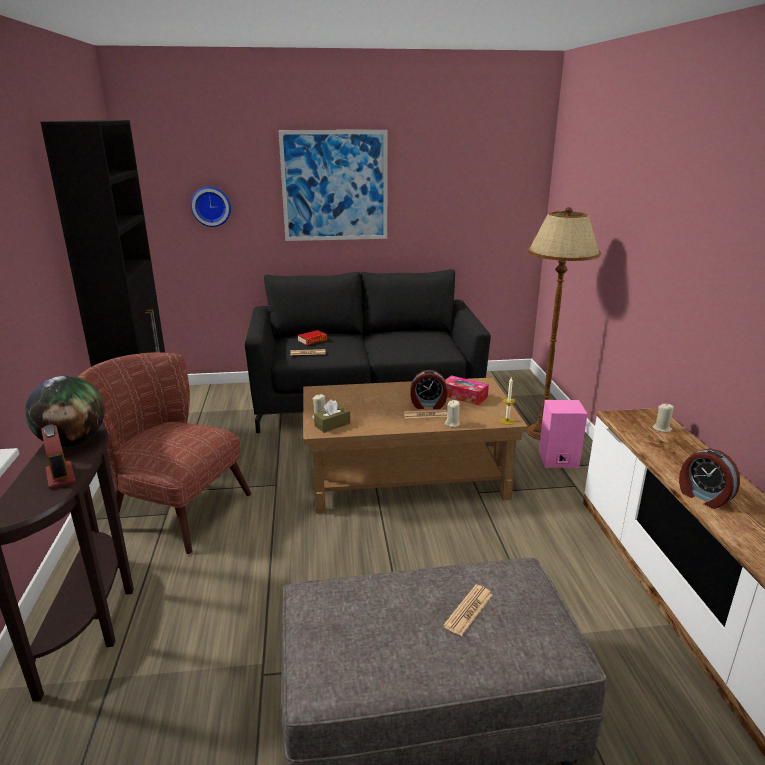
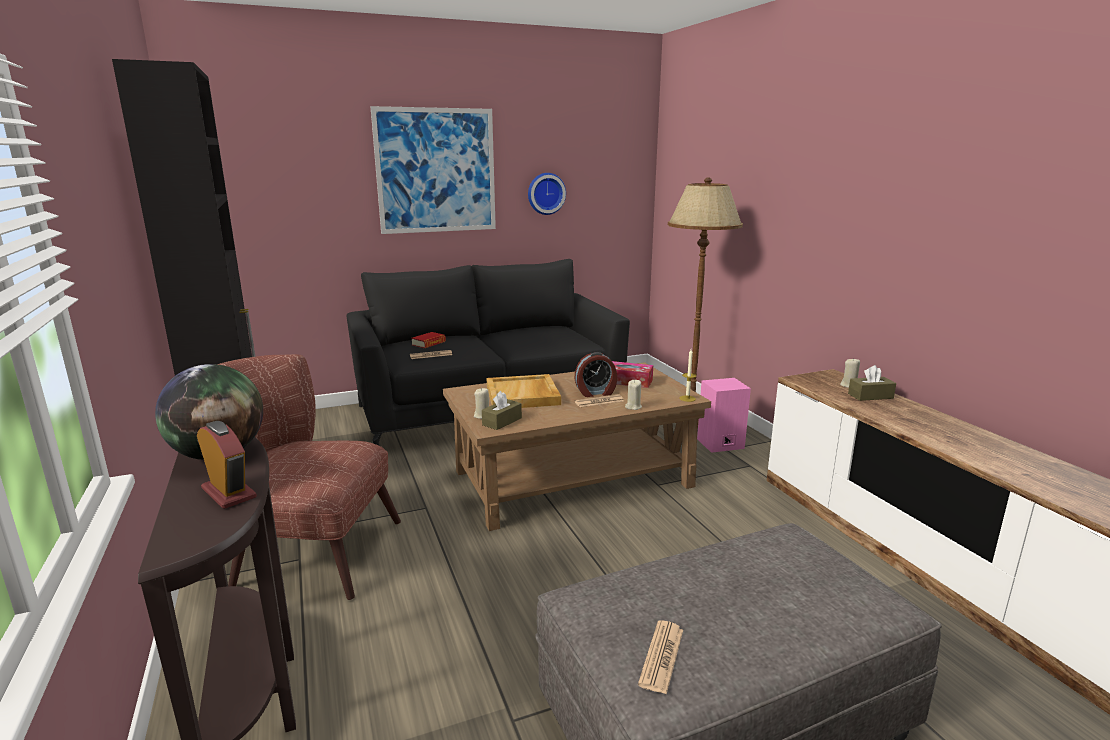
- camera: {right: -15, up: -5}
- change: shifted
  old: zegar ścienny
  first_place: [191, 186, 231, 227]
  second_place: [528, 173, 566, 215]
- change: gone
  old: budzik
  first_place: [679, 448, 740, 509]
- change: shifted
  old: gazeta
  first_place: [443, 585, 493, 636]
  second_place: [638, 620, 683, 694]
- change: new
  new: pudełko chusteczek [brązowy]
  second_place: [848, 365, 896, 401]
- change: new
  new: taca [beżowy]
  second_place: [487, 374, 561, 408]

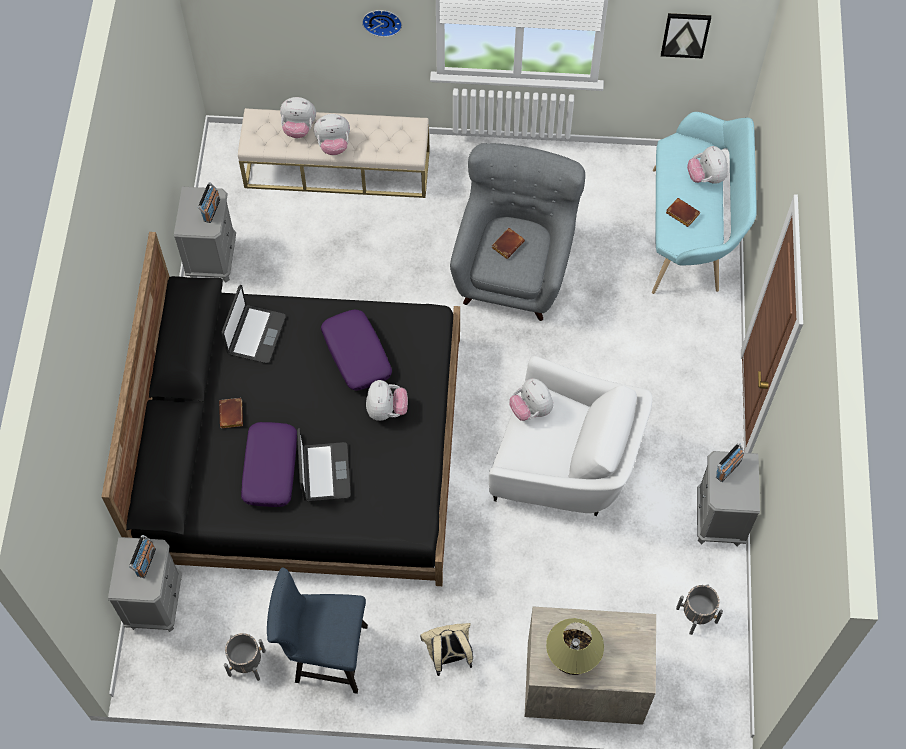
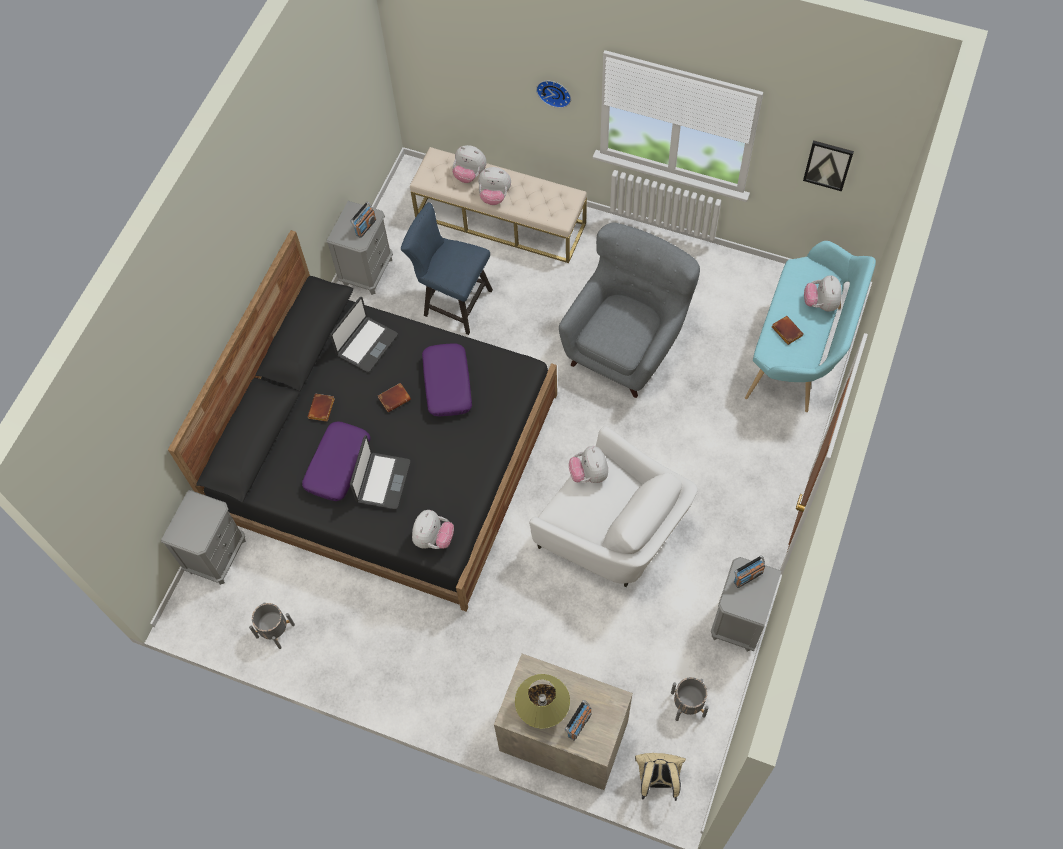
- camera: {right: 20, up: 0}
- change: shifted
  old: książka [brązowy]
  first_place: [491, 228, 525, 259]
  second_place: [378, 383, 411, 413]
- change: shifted
  old: pluszak
  first_place: [366, 380, 408, 421]
  second_place: [412, 510, 454, 549]
- change: shifted
  old: radio
  first_place: [129, 535, 156, 578]
  second_place: [565, 700, 592, 741]
- change: shifted
  old: krzesło [niebieski]
  first_place: [267, 567, 368, 694]
  second_place: [401, 202, 493, 335]
- change: shifted
  old: plecak [beżowy]
  first_place: [420, 623, 473, 676]
  second_place: [635, 753, 686, 801]

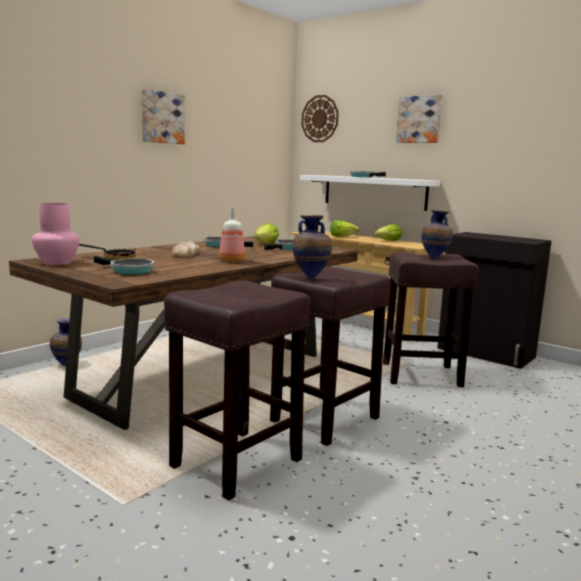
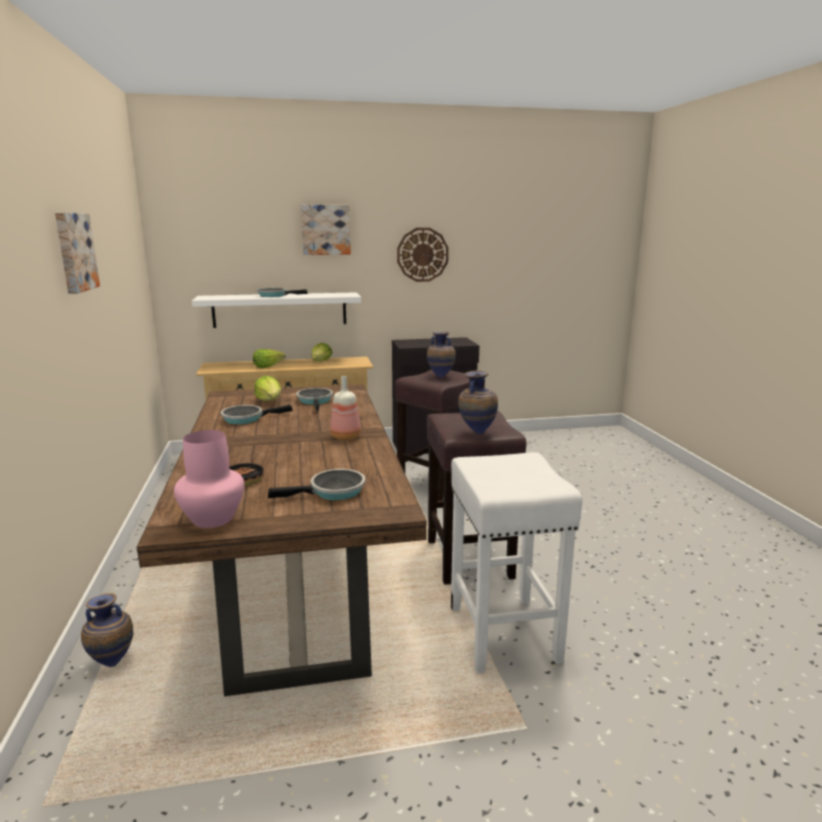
- camera: {right: -50, up: 5}
- change: shifted
  old: zegar ścienny
  first_place: [301, 95, 339, 142]
  second_place: [397, 228, 449, 282]
- change: gone
  old: chleb
  first_place: [171, 241, 200, 258]
- change: repainted
  old: stołek [brązowy]
  new: stołek [biały]
  first_place: [164, 280, 310, 500]
  second_place: [451, 452, 582, 674]

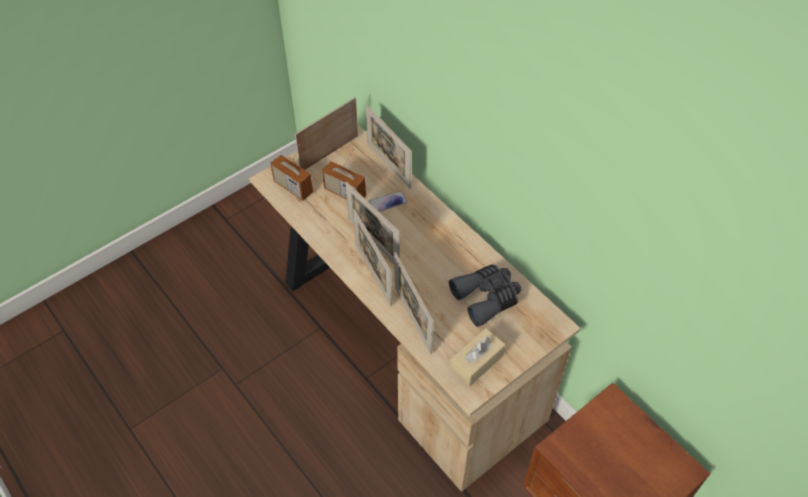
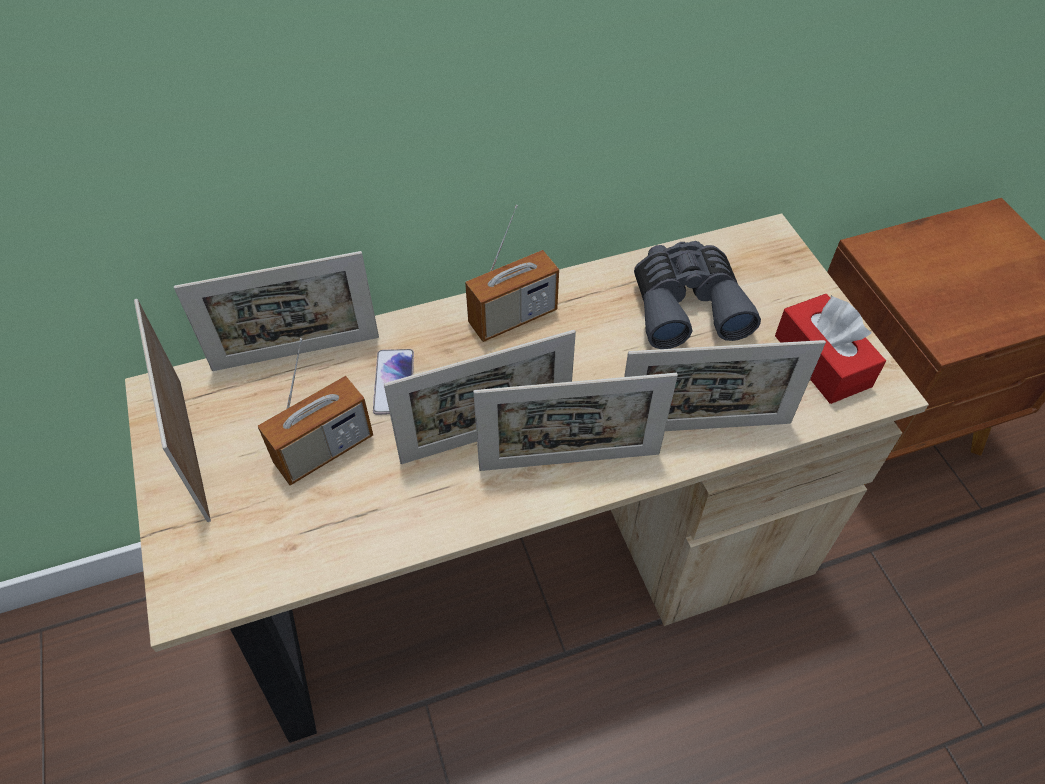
- camera: {right: -70, up: 0}
- change: shifted
  old: radio
  first_place: [271, 144, 313, 201]
  second_place: [465, 205, 559, 342]
- change: repainted
  old: pudełko chusteczek [beżowy]
  new: pudełko chusteczek [czerwony]
  first_place: [450, 328, 506, 386]
  second_place: [775, 294, 886, 404]

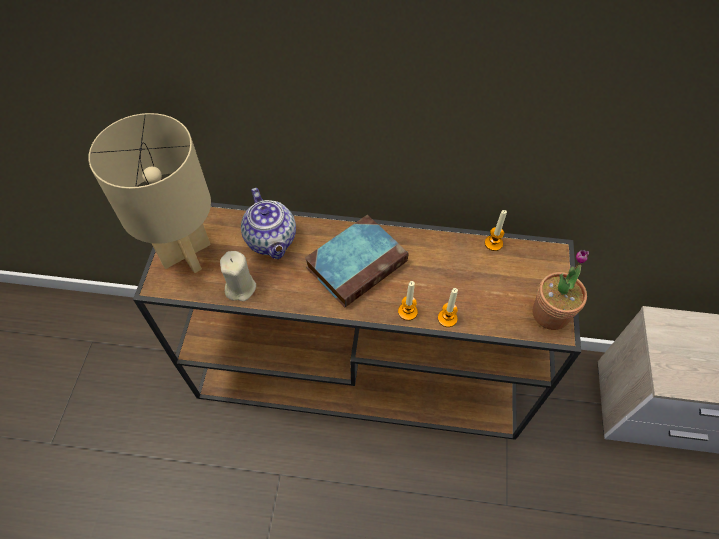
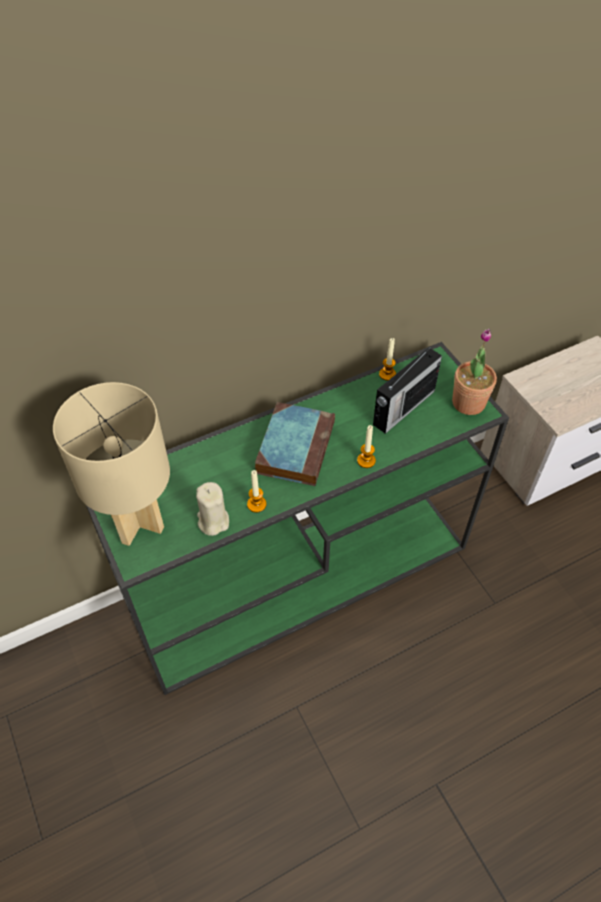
- camera: {right: -35, up: -5}
- change: gone
  old: imbryk
  first_place: [241, 188, 296, 259]
- change: repainted
  old: stolik konsolowy [brązowy]
  new: stolik konsolowy [zielony]
  first_place: [133, 202, 581, 440]
  second_place: [86, 342, 509, 695]
- change: shifted
  old: świeca
  first_place: [438, 288, 458, 327]
  second_place: [247, 470, 266, 513]
- change: new
  new: radio
  second_place: [373, 346, 442, 434]

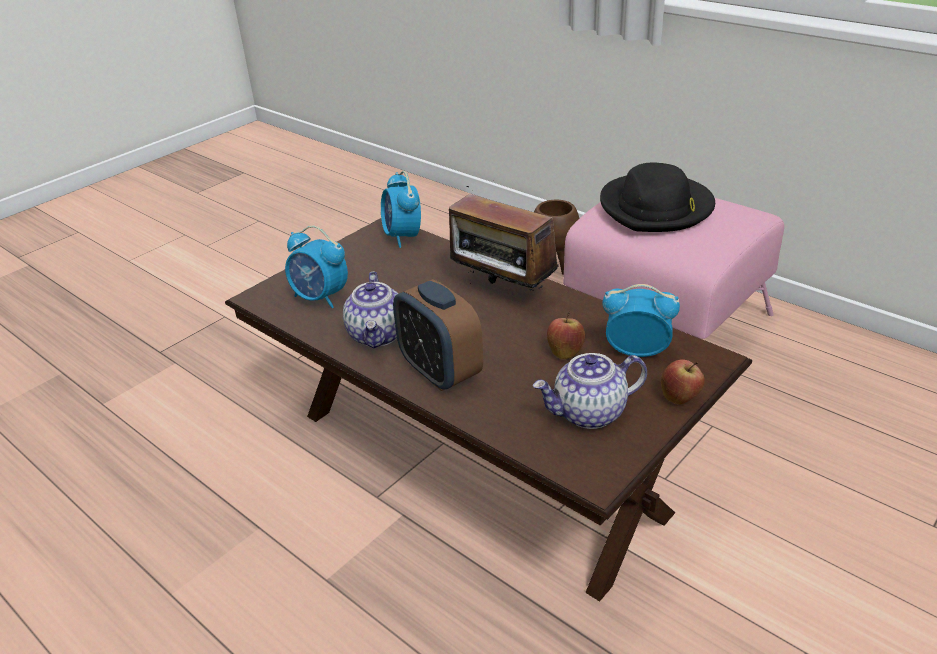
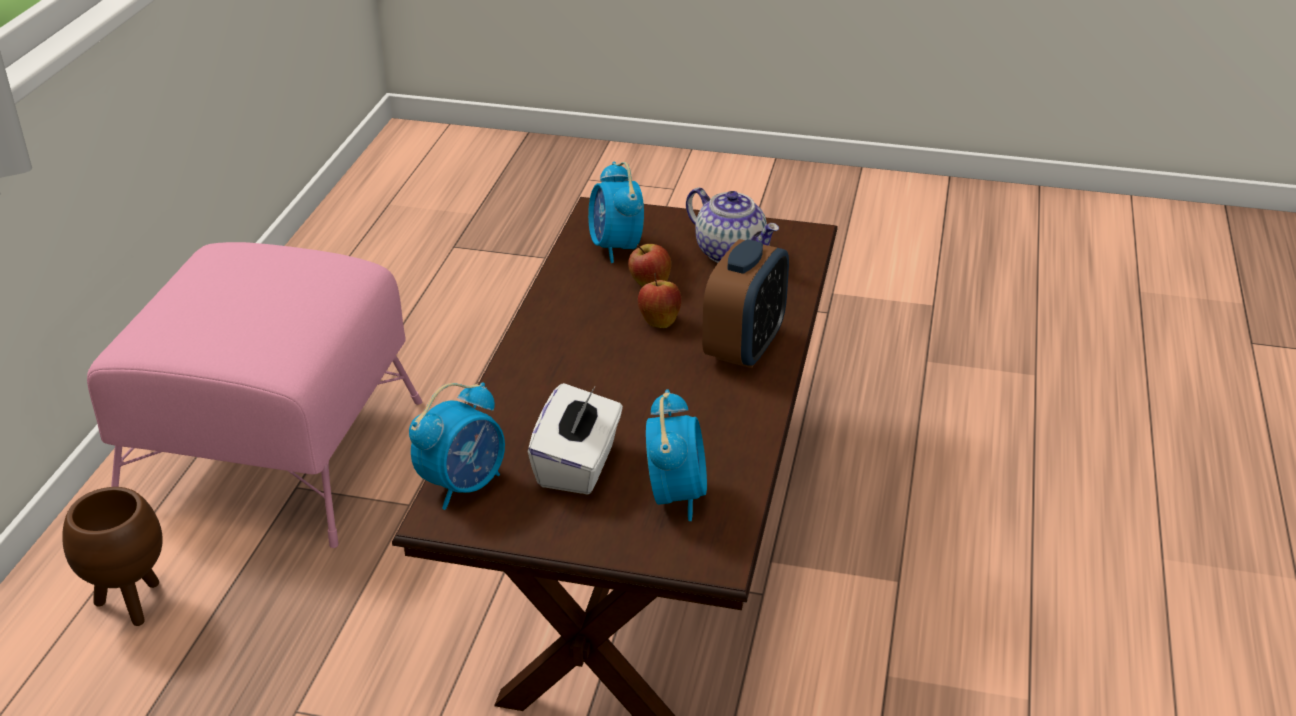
- camera: {right: -120, up: 0}
- change: gone
  old: kapelusz [czarny]
  first_place: [600, 163, 715, 232]
- change: gone
  old: radio
  first_place: [449, 186, 559, 291]
- change: gone
  old: imbryk
  first_place: [343, 271, 399, 348]
- change: shifted
  old: jabłko
  first_place: [661, 360, 705, 405]
  second_place: [638, 273, 681, 328]
- change: new
  new: pudełko chusteczek [biały]
  second_place: [528, 383, 623, 494]

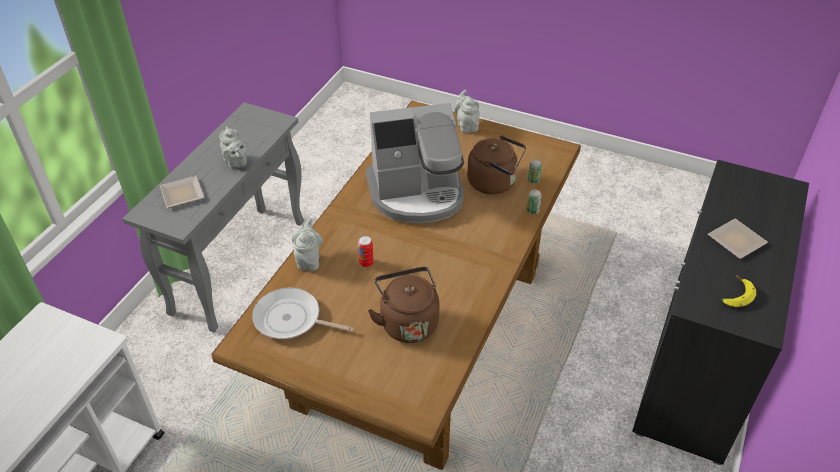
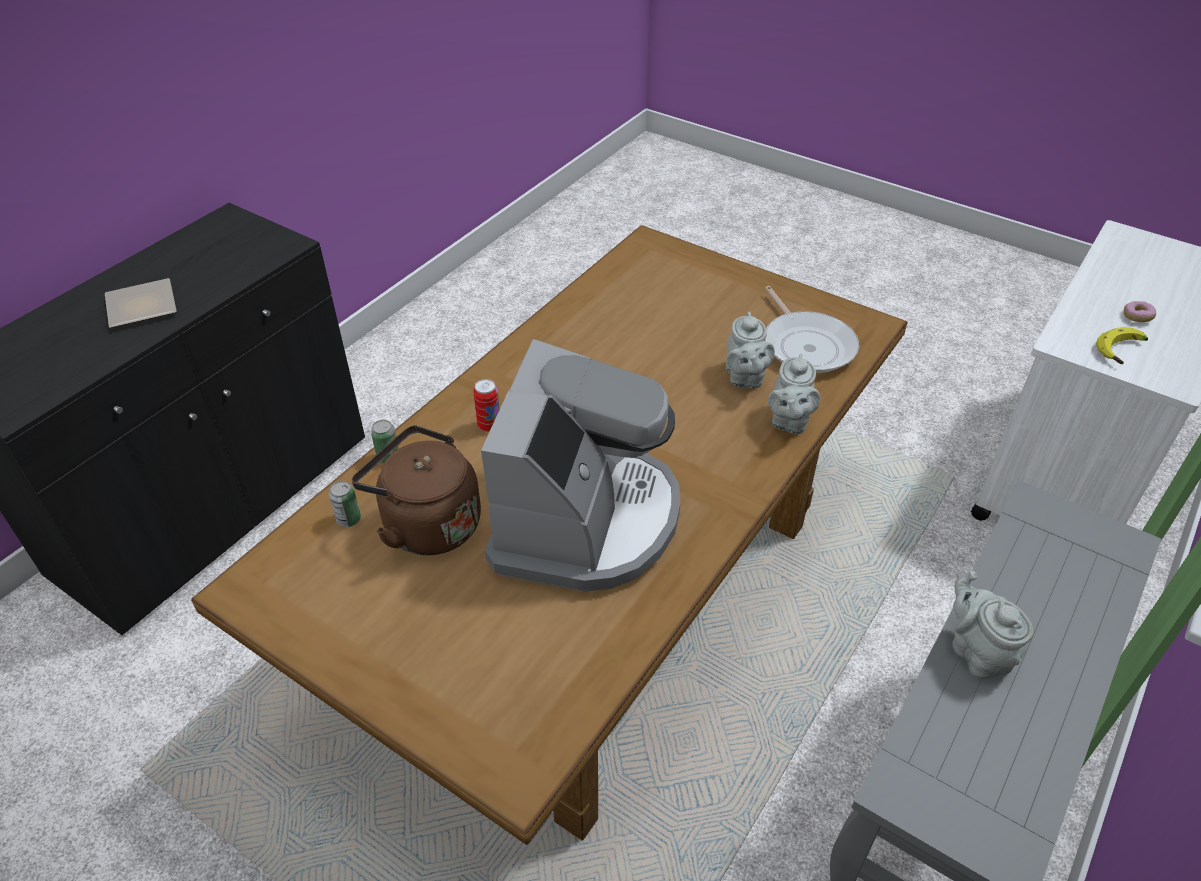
- camera: {right: -170, up: 0}
- change: shifted
  old: imbryk [szary]
  first_place: [454, 90, 480, 133]
  second_place: [726, 312, 775, 389]
- change: rotated
  old: ekspres do kawy
  first_place: [365, 103, 464, 223]
  second_place: [481, 339, 680, 592]
  degrees: 105
- change: gone
  old: talerz
  first_place: [160, 176, 205, 208]
- change: shifted
  old: puszka
  first_place: [358, 236, 374, 267]
  second_place: [473, 379, 500, 432]
- change: gone
  old: czajnik [brązowy]
  first_place: [368, 267, 440, 343]
- change: shifted
  old: banan
  first_place: [721, 275, 756, 307]
  second_place: [1096, 327, 1148, 364]
- change: rotated
  old: patelnia
  first_place: [252, 288, 353, 339]
  second_place: [765, 286, 859, 373]
  degrees: 45
- change: new
  new: donut
  second_place: [1124, 301, 1156, 322]

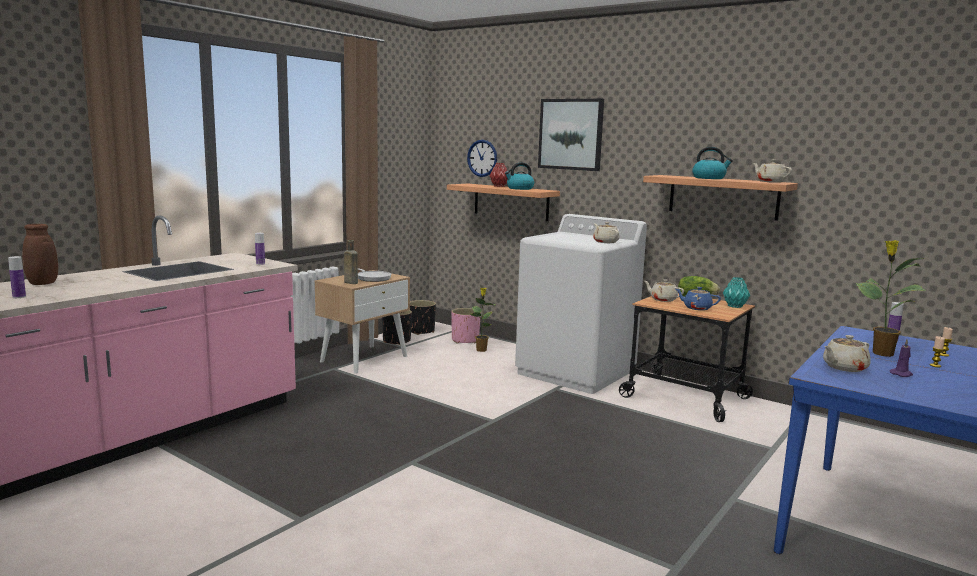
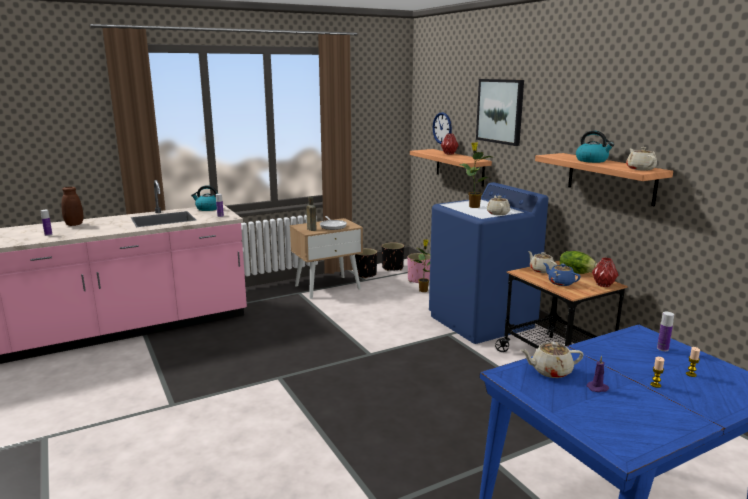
- camera: {right: 25, up: 5}
- change: shifted
  old: czajnik
  first_place: [505, 162, 534, 190]
  second_place: [191, 185, 218, 211]
- change: repainted
  old: pralka [biały]
  new: pralka [niebieski]
  first_place: [515, 214, 647, 394]
  second_place: [429, 182, 548, 344]
- change: shifted
  old: roślina doniczkowa
  first_place: [856, 240, 926, 357]
  second_place: [459, 142, 494, 208]
- change: repainted
  old: wazon [turkusowy]
  new: wazon [czerwony]
  first_place: [723, 277, 750, 308]
  second_place: [592, 257, 618, 287]

